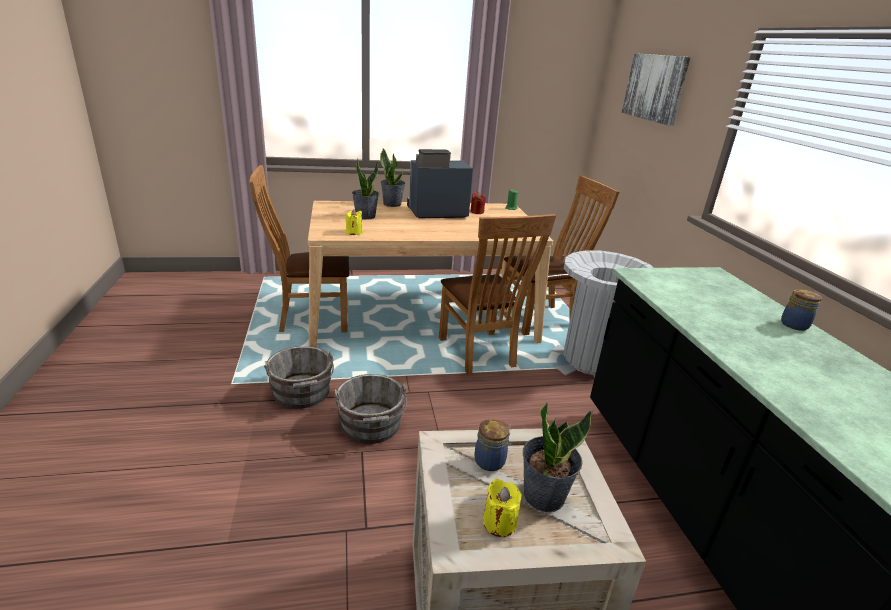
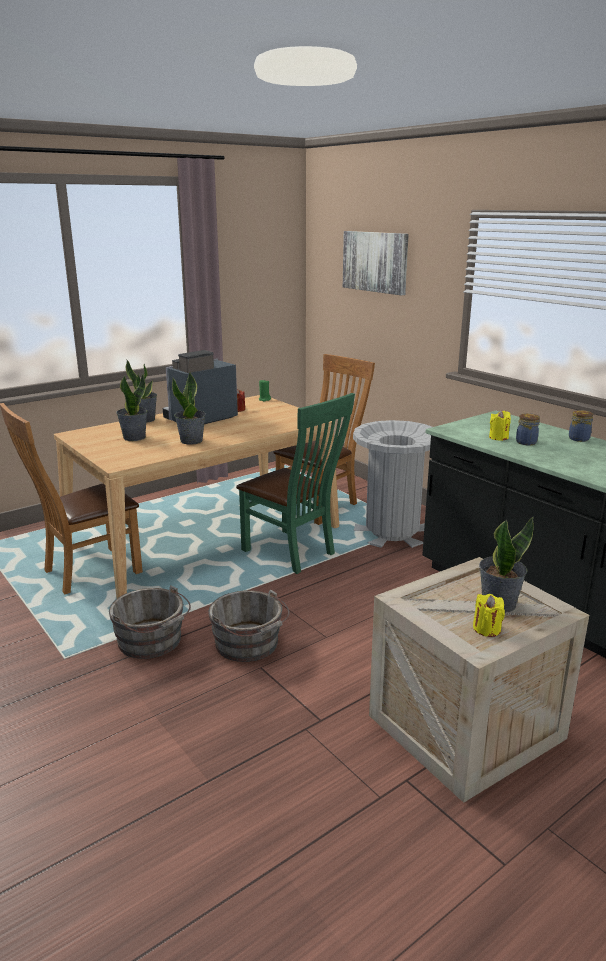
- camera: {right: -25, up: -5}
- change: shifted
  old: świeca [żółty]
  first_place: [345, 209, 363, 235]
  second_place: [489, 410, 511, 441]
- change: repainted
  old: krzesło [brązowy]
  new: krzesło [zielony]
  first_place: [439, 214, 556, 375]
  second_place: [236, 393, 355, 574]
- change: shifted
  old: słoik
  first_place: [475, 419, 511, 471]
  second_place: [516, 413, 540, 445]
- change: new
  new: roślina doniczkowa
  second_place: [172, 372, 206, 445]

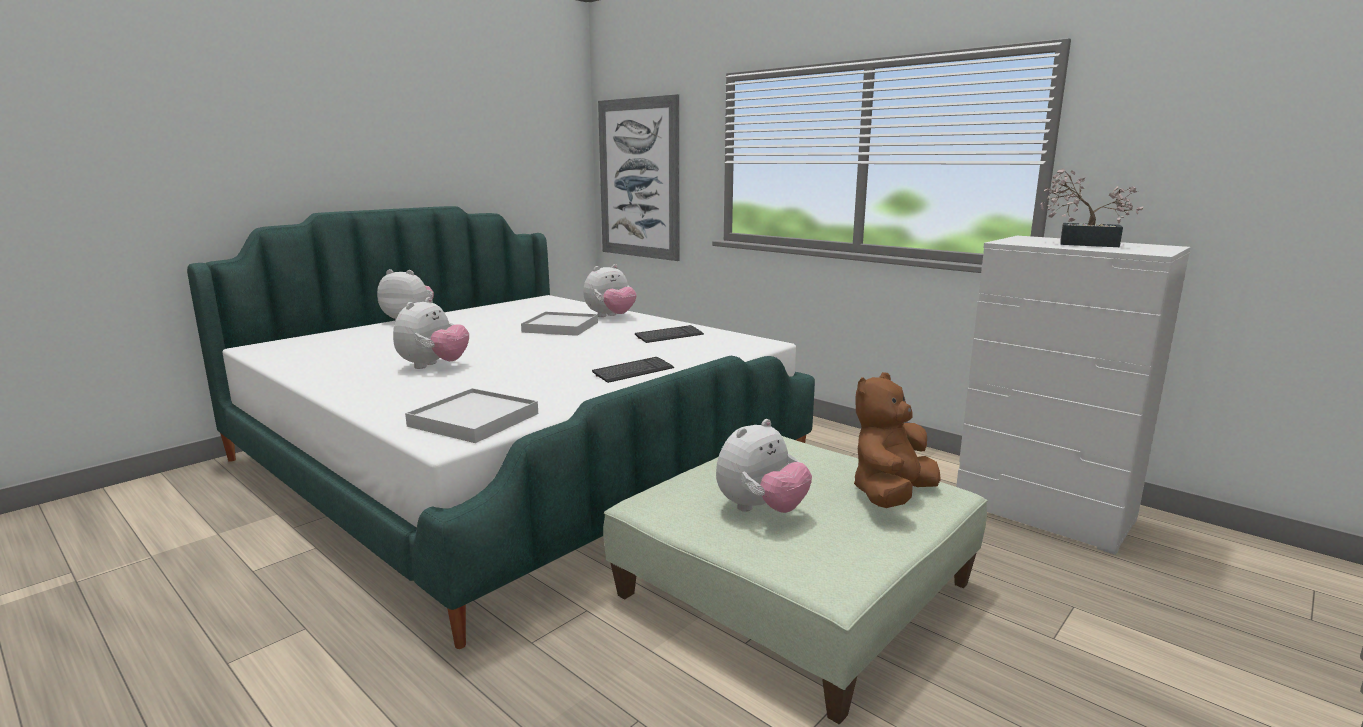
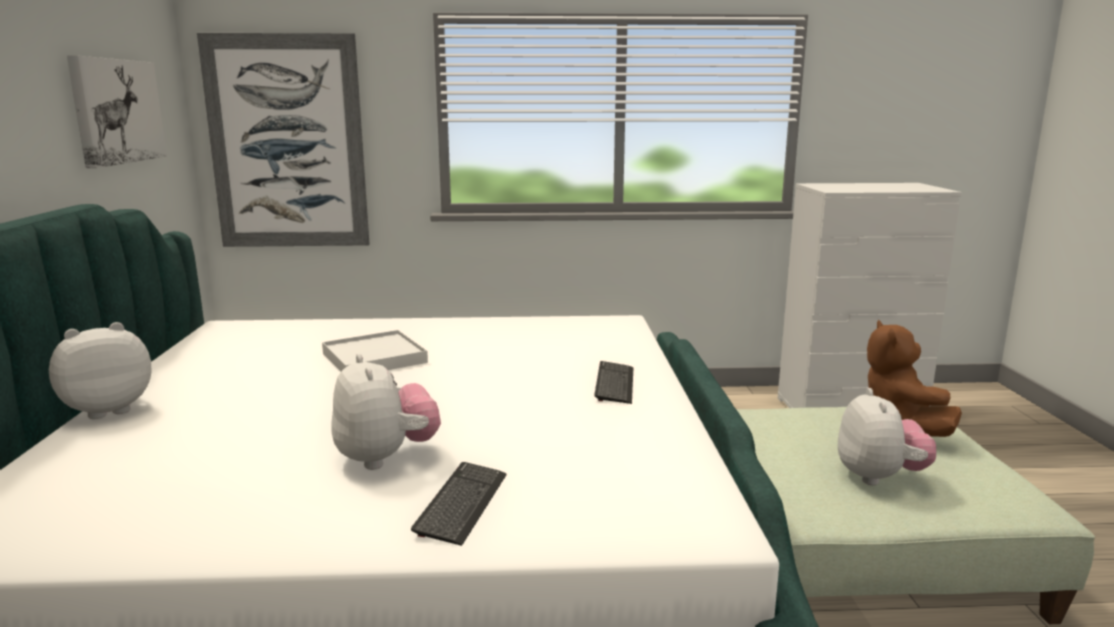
- camera: {right: -45, up: 0}
- change: gone
  old: roślina doniczkowa
  first_place: [1040, 169, 1144, 247]
- change: gone
  old: pluszak
  first_place: [583, 264, 636, 317]
- change: shifted
  old: klawiatura
  first_place: [635, 325, 704, 343]
  second_place: [411, 462, 506, 546]
- change: gone
  old: taca [biały]
  first_place: [405, 388, 538, 443]
- change: new
  new: obraz
  second_place: [67, 56, 167, 168]

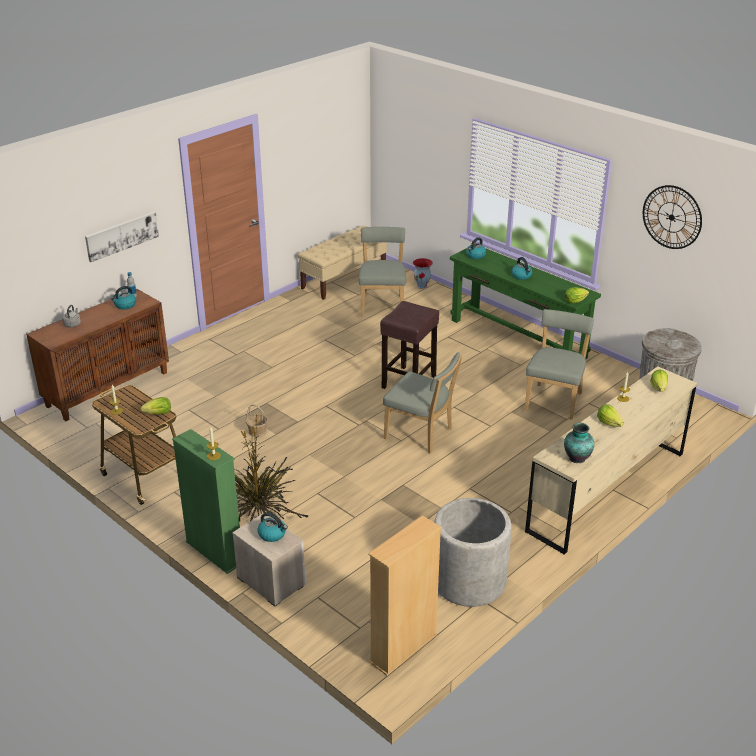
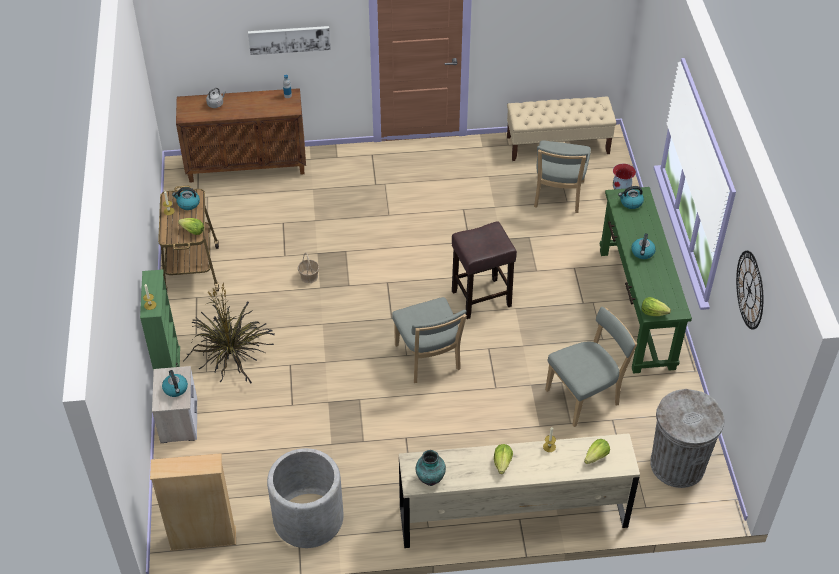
- camera: {right: 40, up: 15}
- change: rotated
  old: krzesło [szary]
  first_place: [359, 227, 406, 317]
  second_place: [534, 141, 591, 213]
  degrees: 150
- change: shifted
  old: czajnik
  first_place: [111, 286, 136, 310]
  second_place: [172, 187, 200, 210]

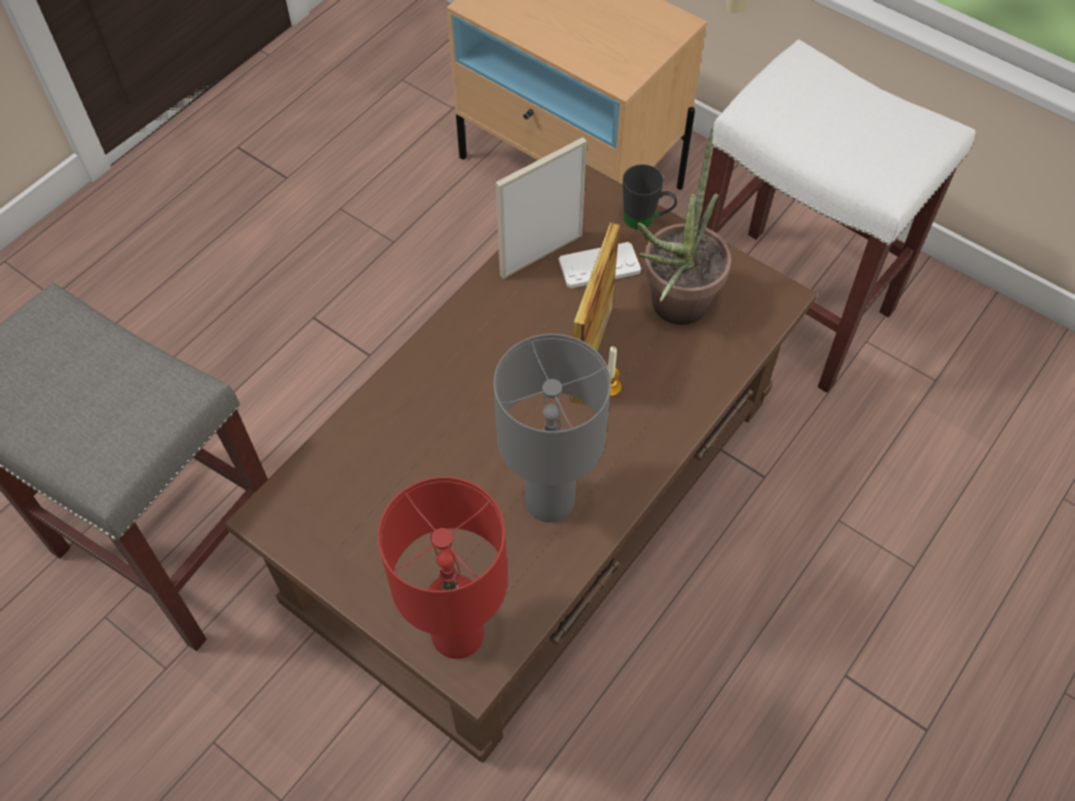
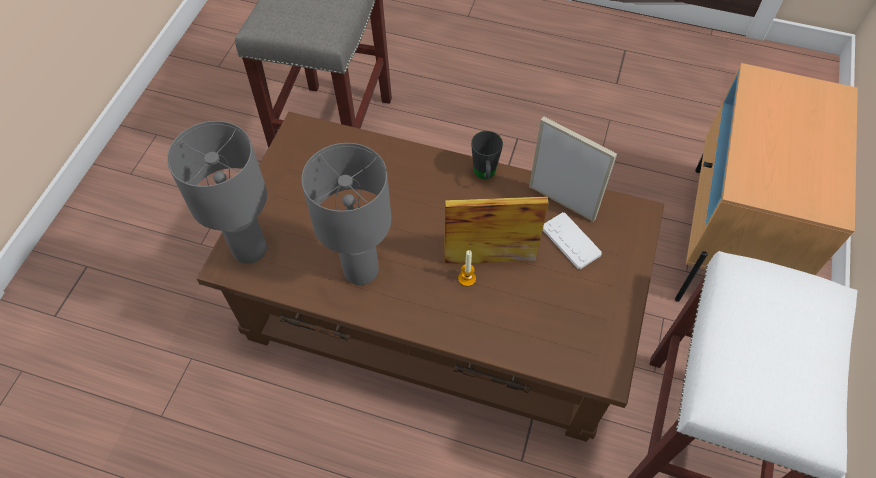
- camera: {right: 70, up: 0}
- change: gone
  old: roślina doniczkowa
  first_place: [637, 128, 731, 325]
- change: shifted
  old: kubek [czarny]
  first_place: [623, 164, 677, 230]
  second_place: [471, 131, 503, 179]
- change: repainted
  old: lampa stołowa [czerwony]
  new: lampa stołowa [szary]
  first_place: [378, 477, 508, 659]
  second_place: [167, 121, 267, 264]

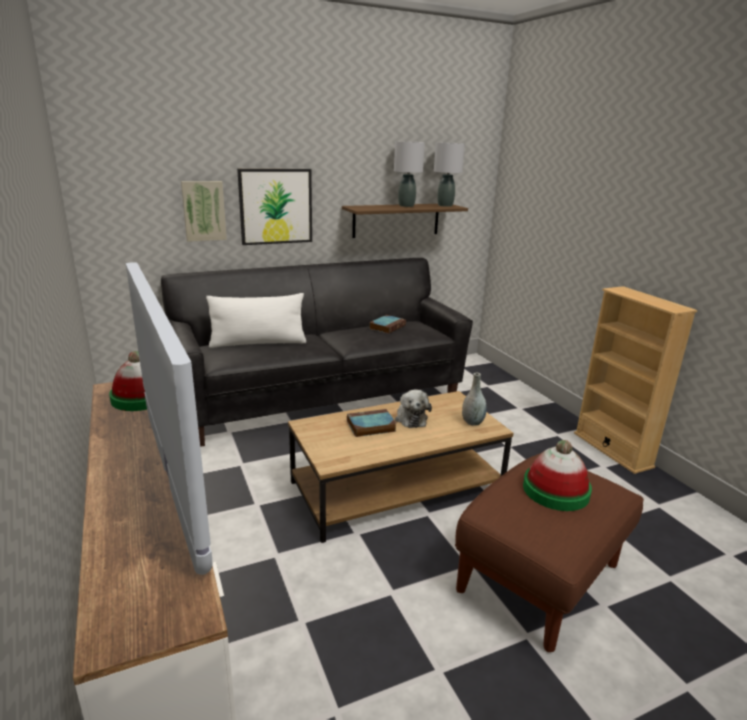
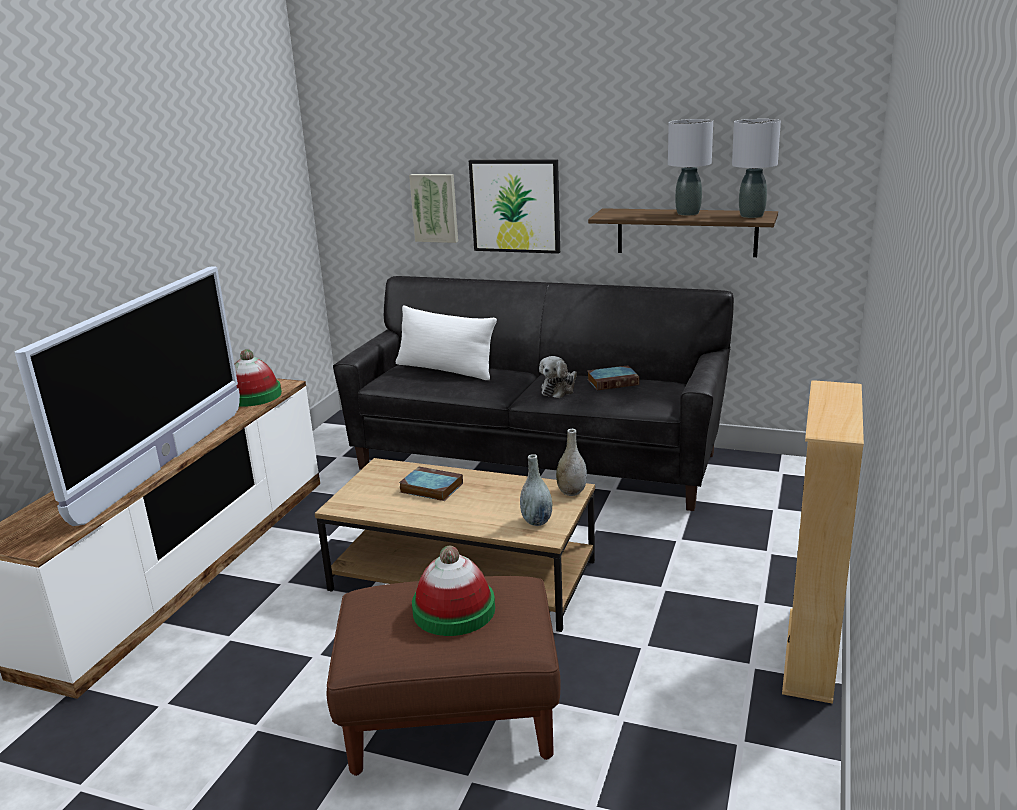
- camera: {right: 45, up: 0}
- change: shifted
  old: pluszak
  first_place: [395, 389, 432, 428]
  second_place: [539, 356, 577, 398]
- change: new
  new: wazon [szary]
  second_place: [556, 429, 587, 496]

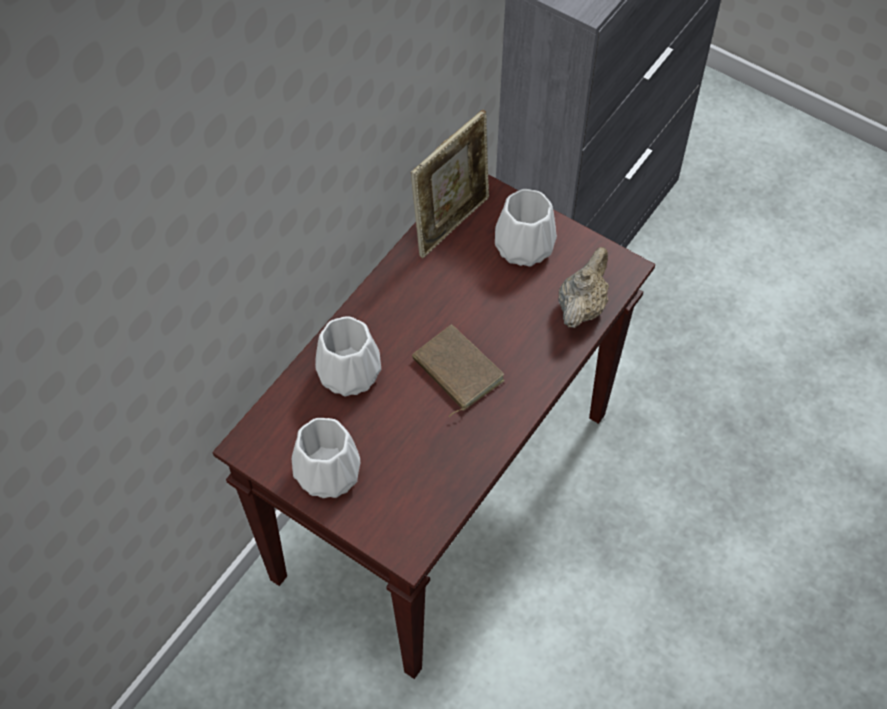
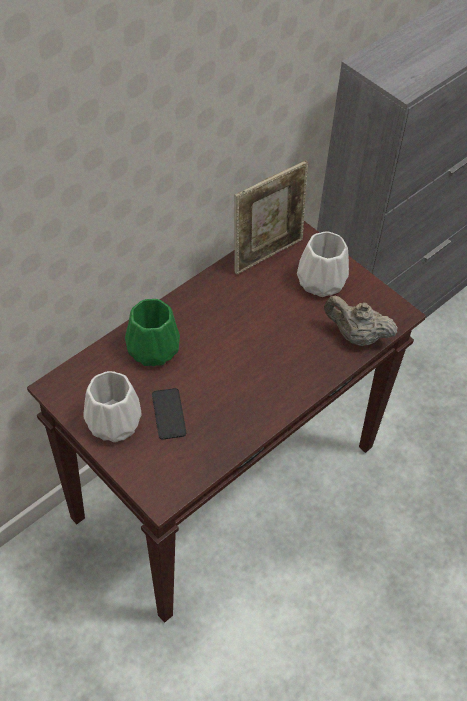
- camera: {right: 10, up: -5}
- change: rotated
  old: imbryk [beżowy]
  first_place: [558, 247, 609, 328]
  second_place: [324, 296, 398, 346]
  degrees: -105
- change: repainted
  old: wazon [biały]
  new: wazon [zielony]
  first_place: [315, 316, 381, 396]
  second_place: [125, 299, 180, 366]
- change: gone
  old: książka [brązowy]
  first_place: [412, 325, 505, 417]
- change: new
  new: telefon
  second_place: [152, 388, 186, 440]

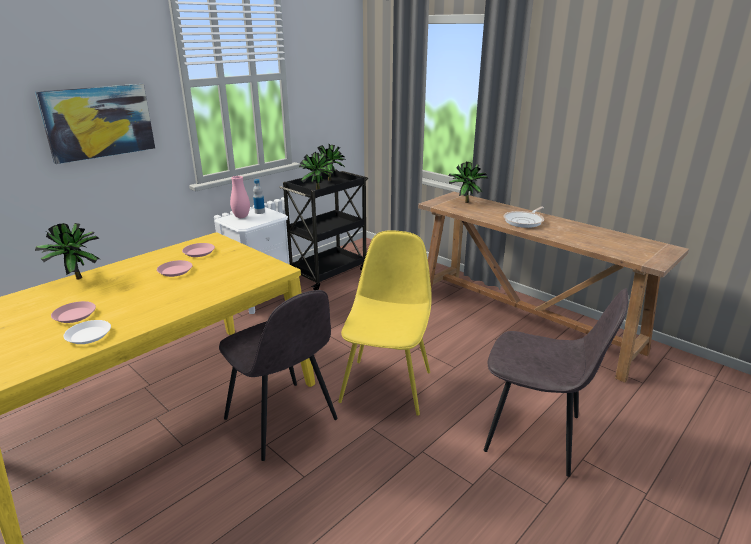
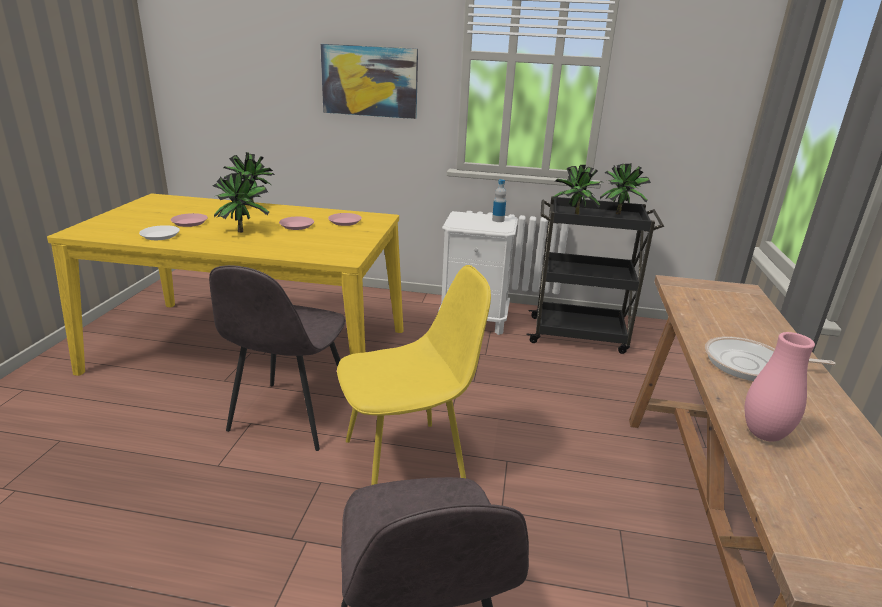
- camera: {right: 55, up: 0}
- change: shifted
  old: roślina doniczkowa
  first_place: [448, 162, 488, 203]
  second_place: [213, 172, 269, 232]
- change: shifted
  old: wazon [różowy]
  first_place: [230, 176, 250, 218]
  second_place: [745, 332, 815, 442]

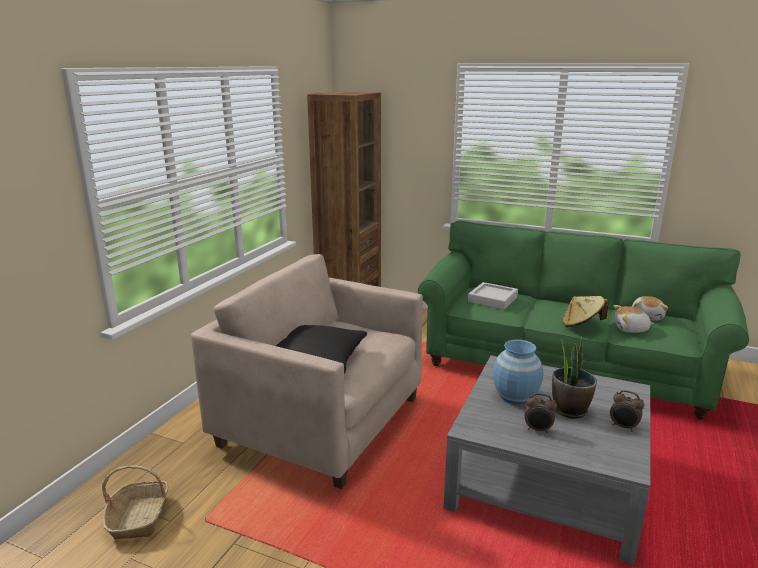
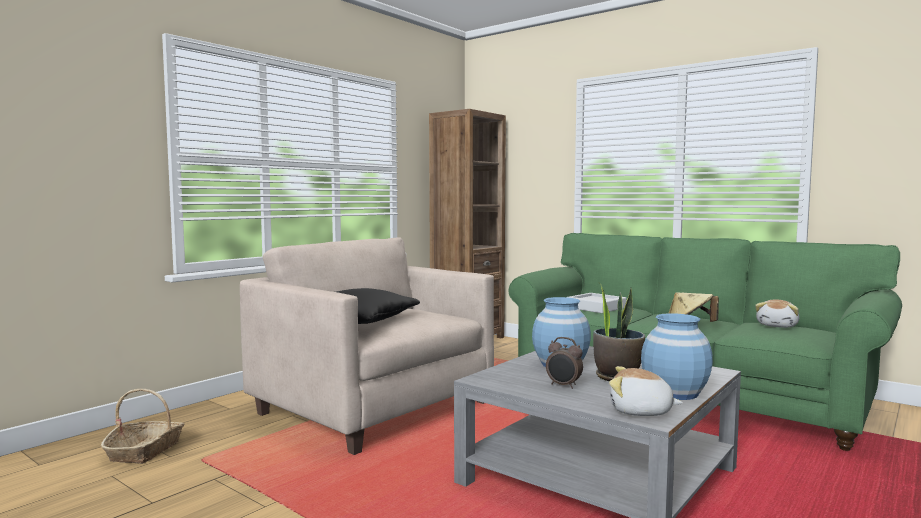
- camera: {right: 15, up: -15}
- change: shifted
  old: pluszak
  first_place: [613, 305, 654, 333]
  second_place: [609, 366, 683, 416]
- change: swapped
  old: budzik
  new: wazon [niebieski]
  first_place: [610, 390, 644, 432]
  second_place: [641, 313, 713, 400]

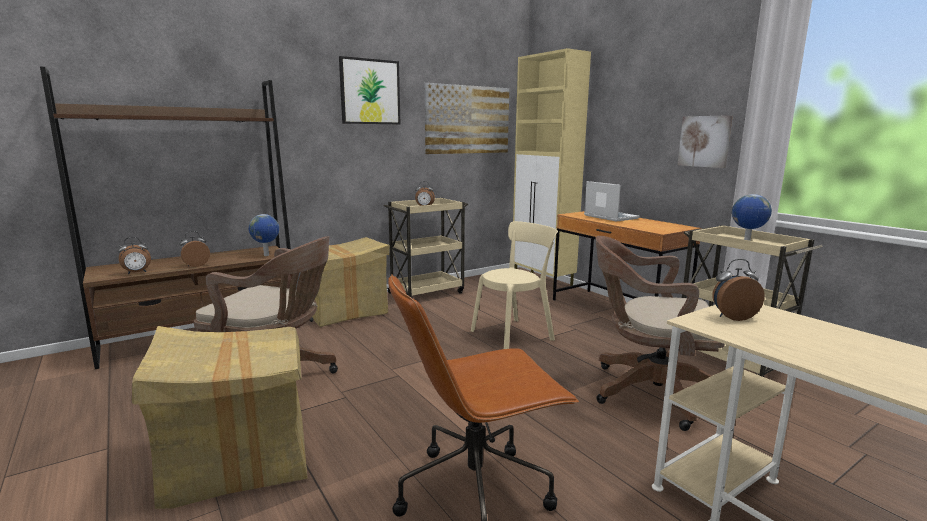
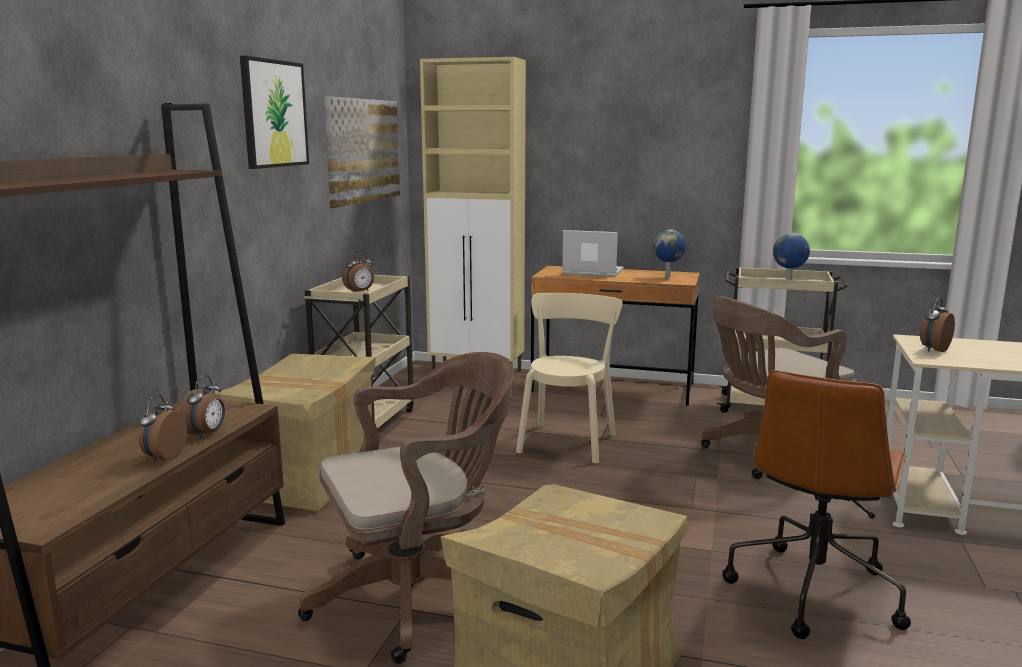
- camera: {right: -40, up: 0}
- change: gone
  old: obraz
  first_place: [678, 115, 733, 168]
- change: shifted
  old: globus
  first_place: [248, 214, 279, 256]
  second_place: [653, 229, 686, 278]
- change: shifted
  old: budzik
  first_place: [118, 237, 151, 274]
  second_place: [179, 375, 225, 439]

